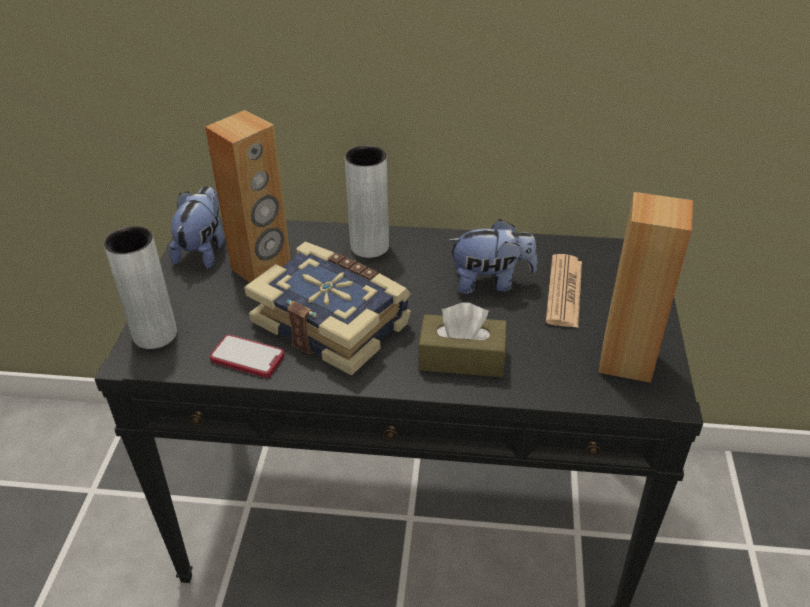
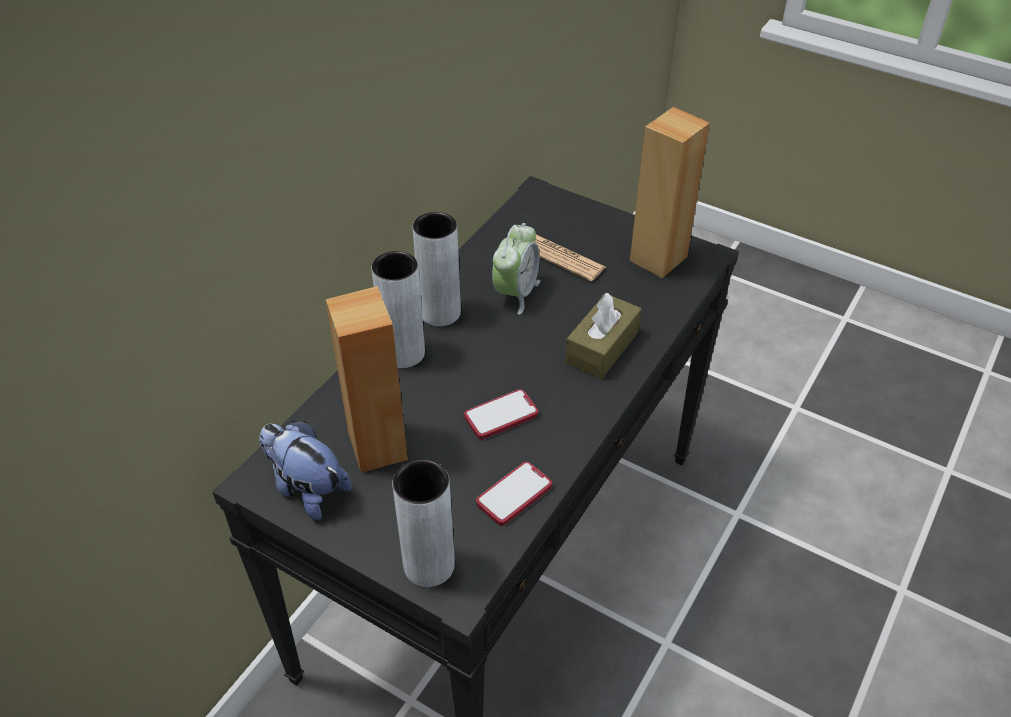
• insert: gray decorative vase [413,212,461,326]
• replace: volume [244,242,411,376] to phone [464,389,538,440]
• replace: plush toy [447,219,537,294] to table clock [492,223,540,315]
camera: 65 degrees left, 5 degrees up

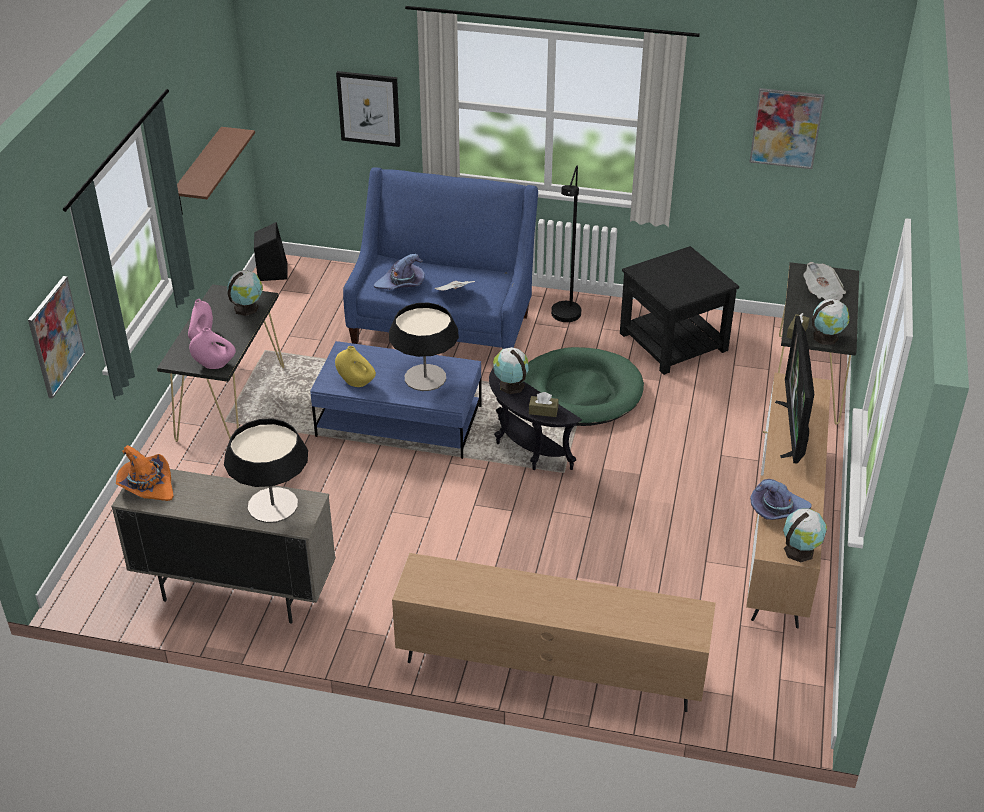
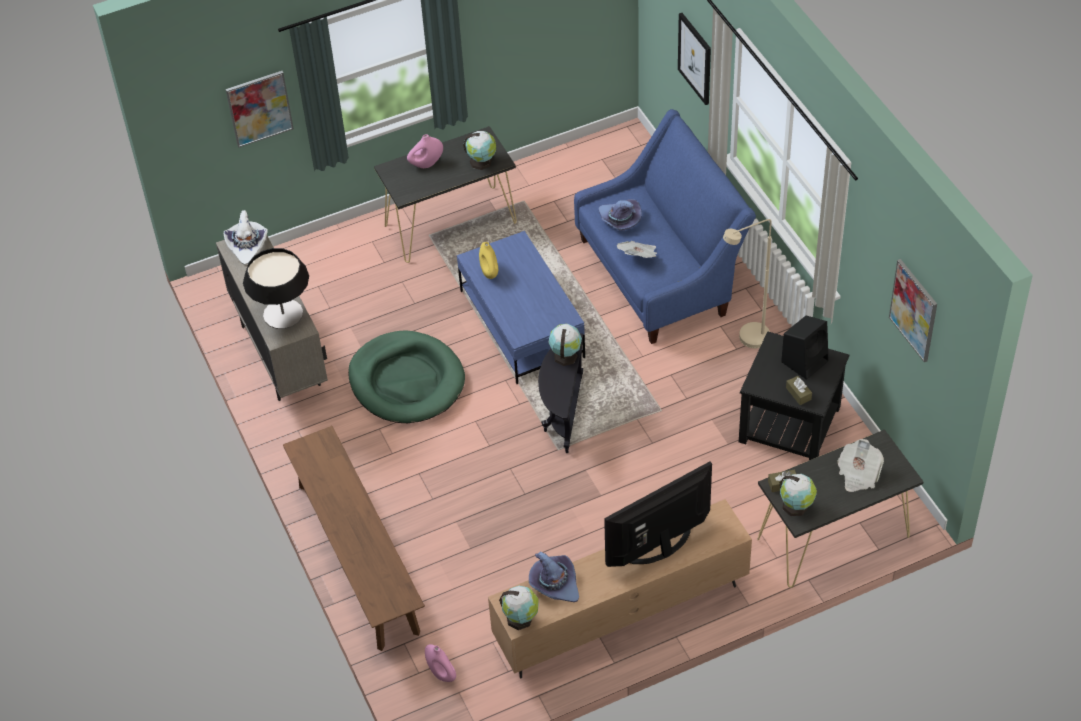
• delete: brownish shelf [177,127,255,215]
• delete: lamp for a table [389,302,459,391]
• move: pinkish decorative vase [189,328,236,369] to [425,644,456,682]
• move: black loudspeaker [254,222,287,281] to [781,316,828,380]
• move: greenish pet bed [524,347,644,426] to [348,330,465,423]
• move: brownish tissue holder [529,392,559,417] to [786,376,812,405]
• replace: brownish media console [392,553,716,712] to brownish long seat [283,426,425,651]
• recolor: orangey clothing hat [116,445,173,501] to whitish clothing hat [224,210,268,265]
• recolor: black standard lamp [551,166,581,322] to sand-coloured standard lamp [723,219,771,348]
camera: 55 degrees right, 10 degrees up

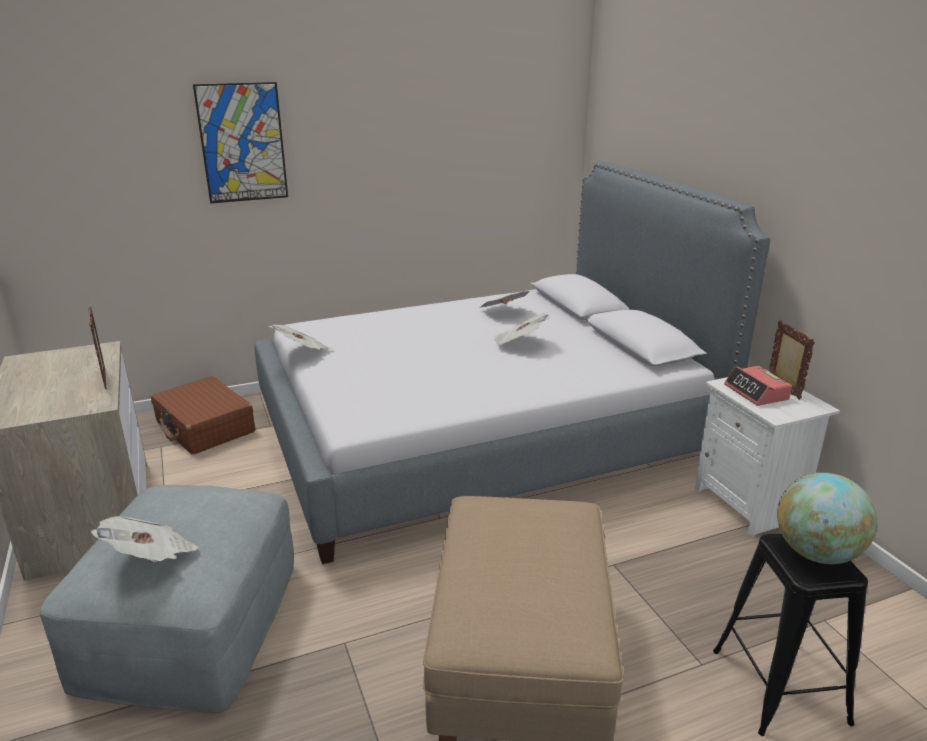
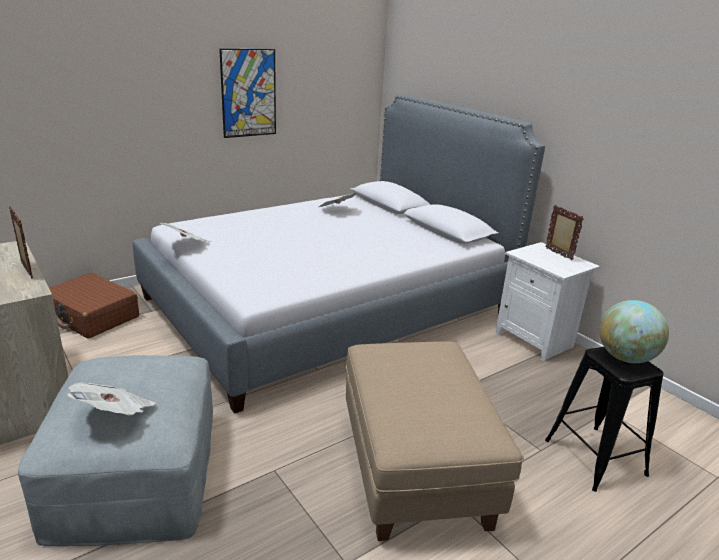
• delete: daily paper [494,313,550,346]
• delete: table clock [724,366,792,406]
• move: wall art [193,82,288,203] to [219,49,276,138]
camera: 15 degrees left, 0 degrees up

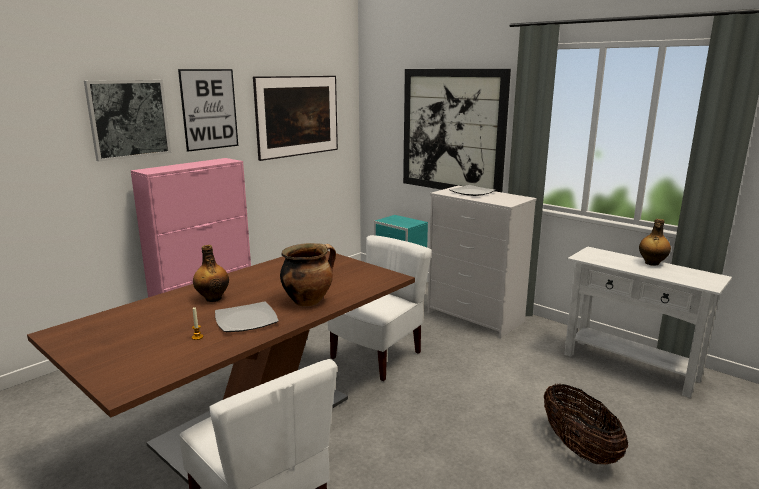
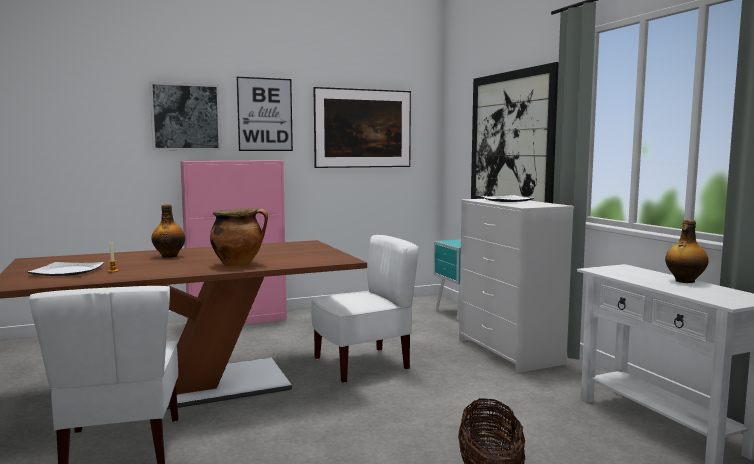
• move: flat dish [215,301,279,332] to [28,262,104,276]
camera: 25 degrees right, 10 degrees down

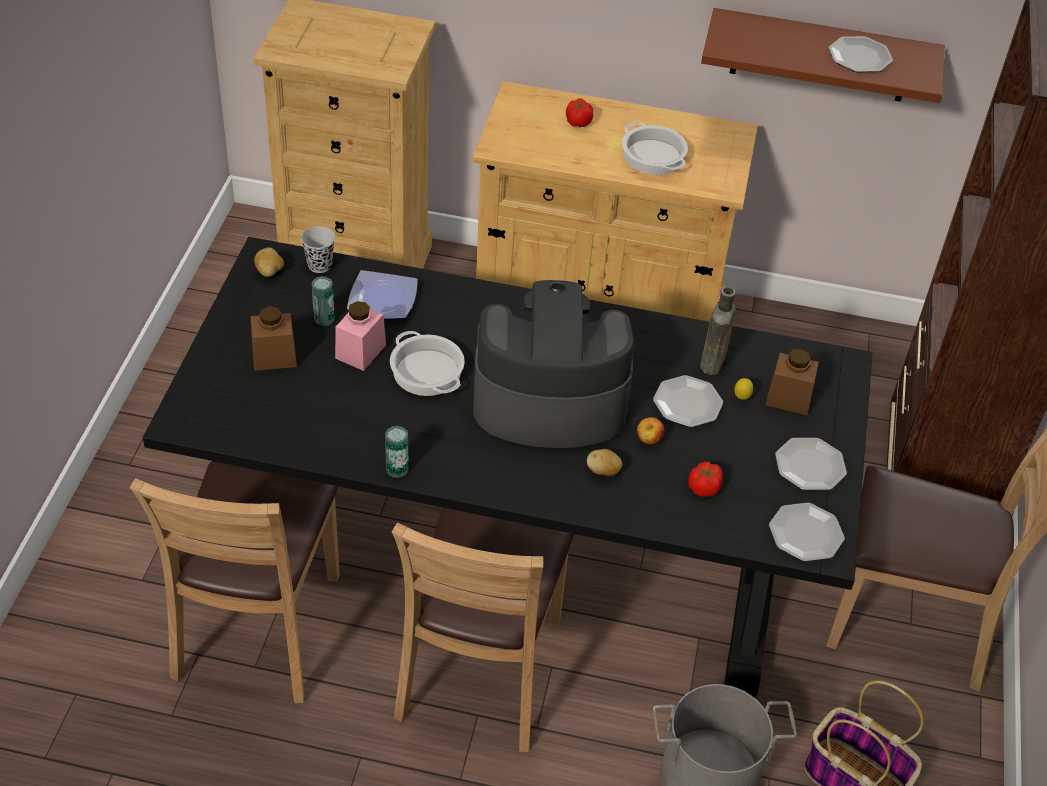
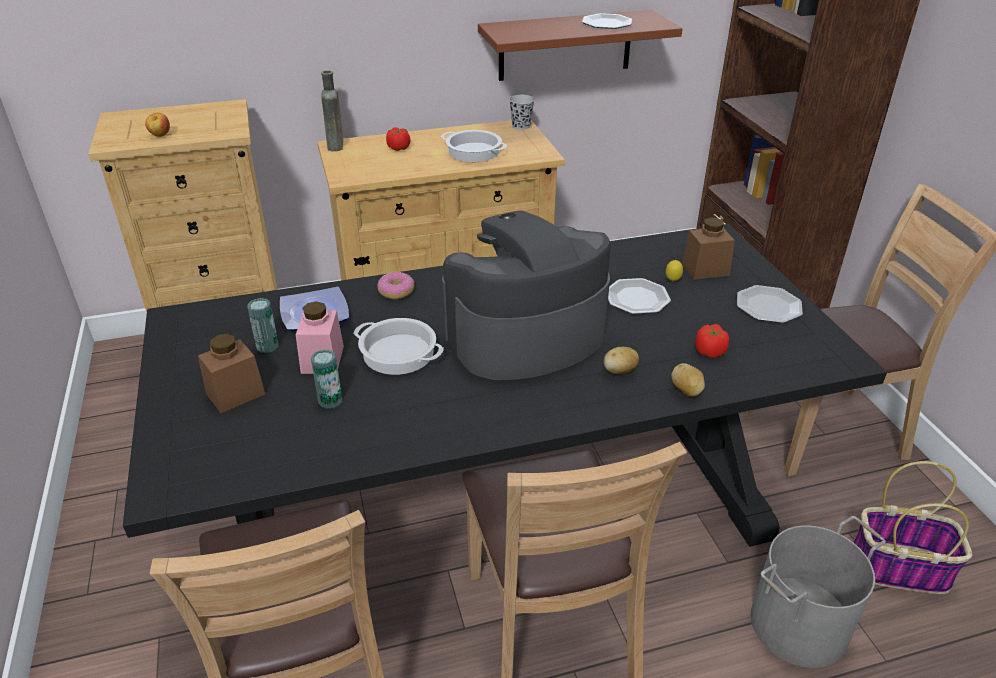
• delete: flat dish [769,503,845,562]
• insert: doughnut [377,272,414,299]
• move: spud [254,247,284,277] to [671,363,705,397]
• move: black cup [301,226,335,273] to [509,95,535,130]
• move: sealed can [385,426,408,478] to [311,350,342,409]
• move: apple fruit [637,417,664,444] to [145,113,170,137]
• move: brownish beverage bottle [700,286,736,375] to [321,70,343,151]
camera: 25 degrees left, 10 degrees down

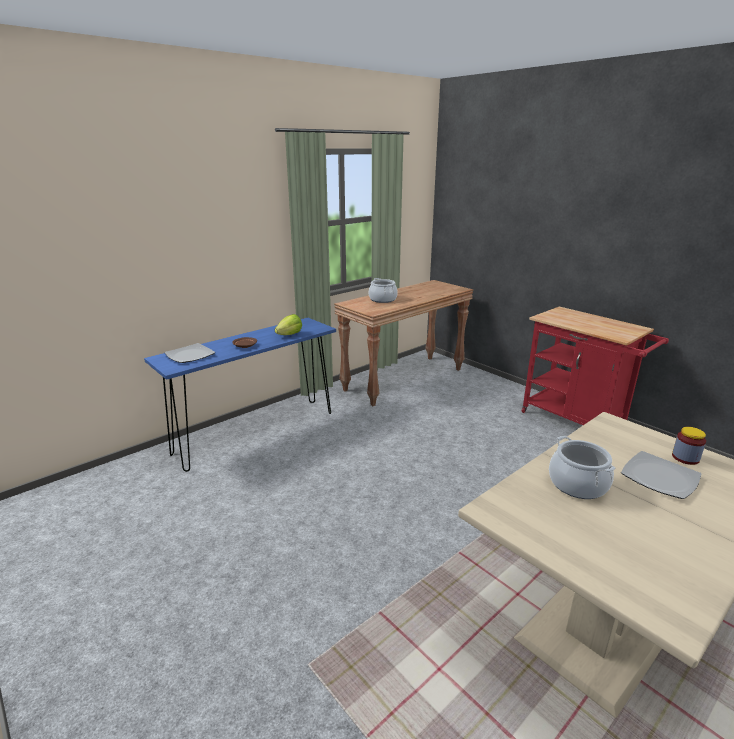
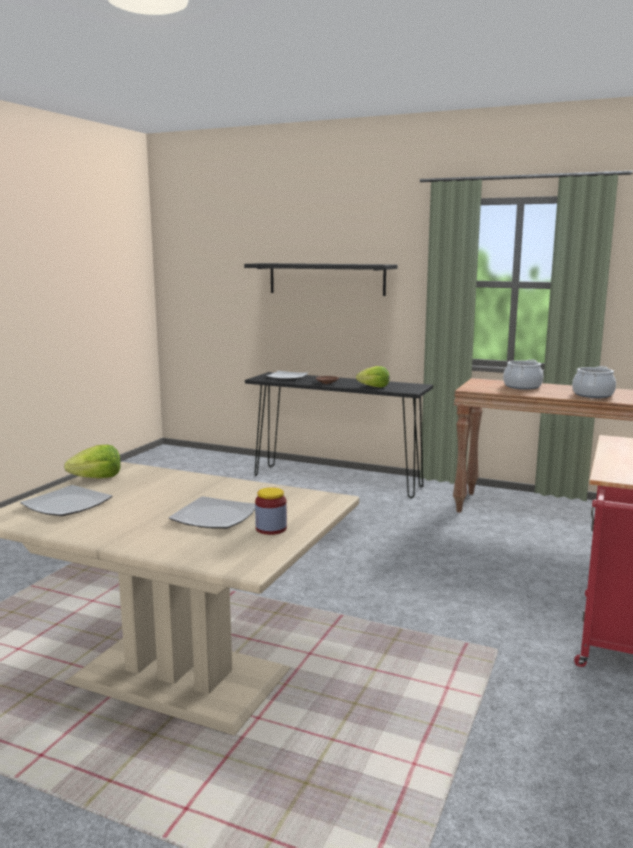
• insert: flat dish [20,485,112,516]
• insert: lettuce head [64,445,121,478]
• insert: black shelf [244,263,397,296]
• move: cooking pot [549,436,615,499] to [572,366,616,398]
• recolor: bluish hall table [144,318,336,472] to black hall table [245,372,433,498]
camera: 65 degrees right, 10 degrees down

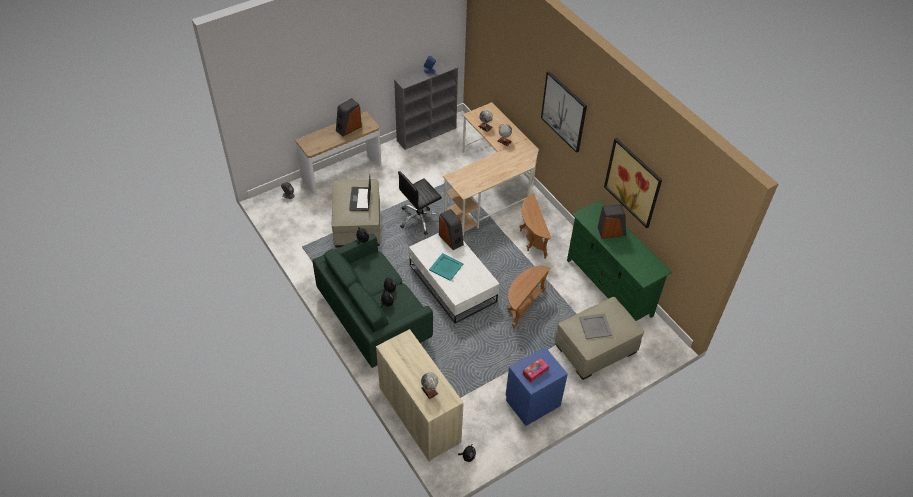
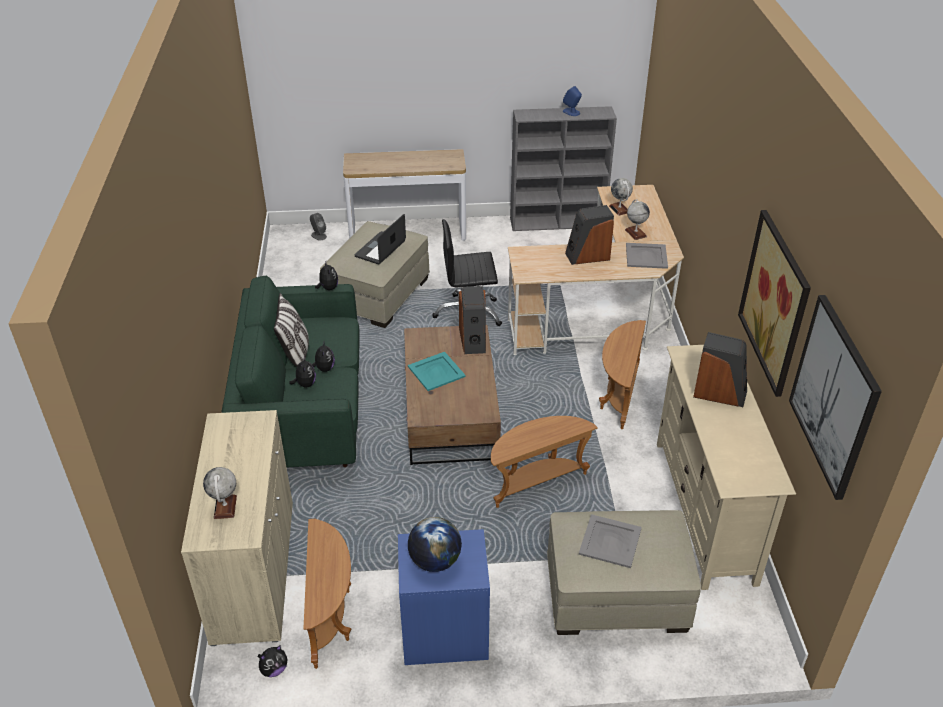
• insert: throw pillow [274,293,309,367]
• insert: brownish accent table [303,519,351,669]
• insert: gray tray [626,243,668,269]
• move: loudspeaker [336,98,362,136] to [565,205,614,265]
• move: wall art [541,71,587,153] to [789,295,882,500]
• replace: tissue holder [523,358,549,383] to desk globe [408,517,462,572]
• recolor: whitish lounge table [409,233,500,324] to brownish lounge table [404,325,501,465]
• recolor: greenish media console [567,200,672,321] to sand-coloured media console [657,345,796,590]
camera: 30 degrees right, 10 degrees down

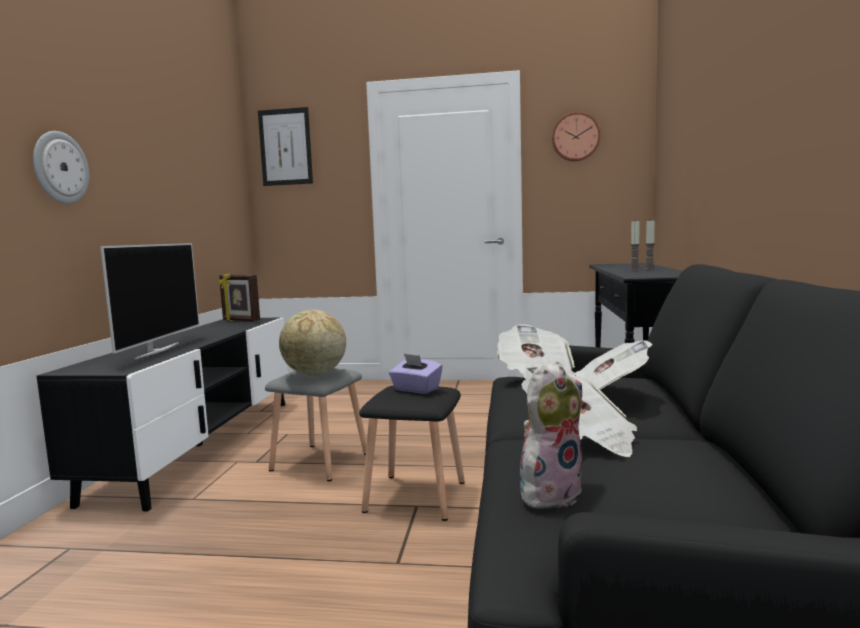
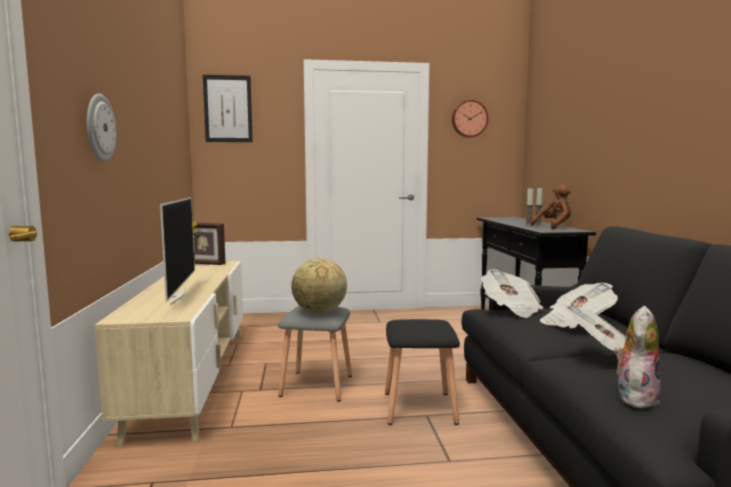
• delete: purplish tissue holder [389,354,443,394]
• insert: brownish plush toy [531,185,571,229]
• recolor: black media console [37,317,288,511] to sand-coloured media console [95,261,243,447]
camera: 15 degrees left, 0 degrees up

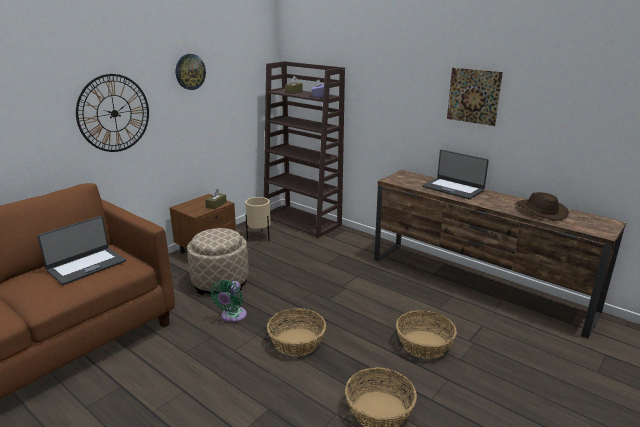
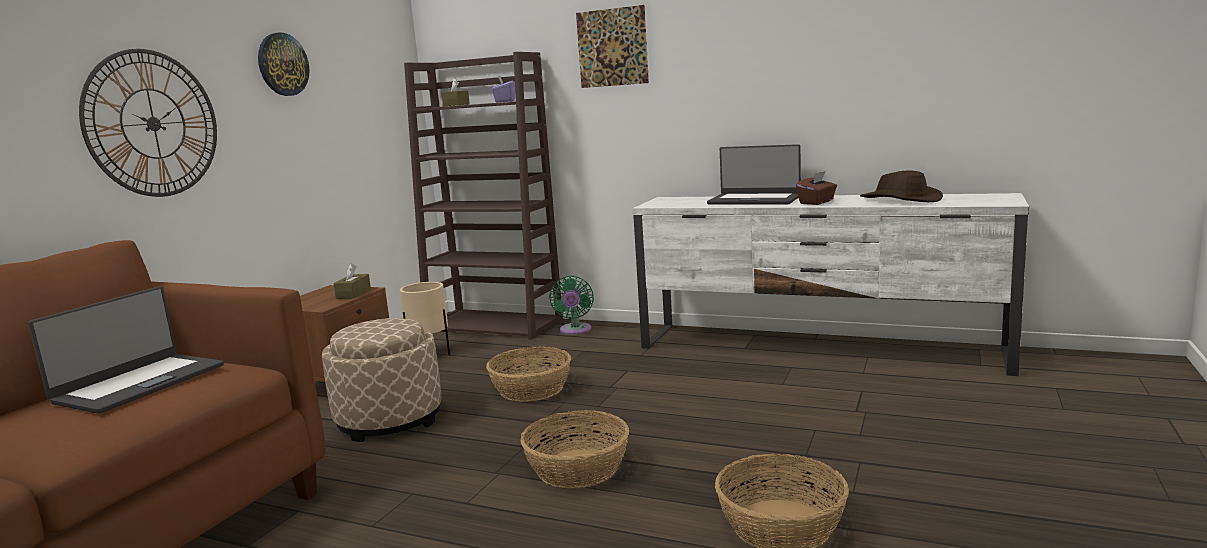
• insert: brownish tissue holder [796,171,837,205]
• move: greenish fan [210,280,247,323] to [549,276,594,335]
• move: household basket [396,310,457,359] to [486,346,571,402]
• move: wall art [447,68,503,126] to [576,5,649,88]
• recolor: brownish media console [374,170,627,339] to whitish media console [632,193,1029,376]
camera: 15 degrees left, 10 degrees down

